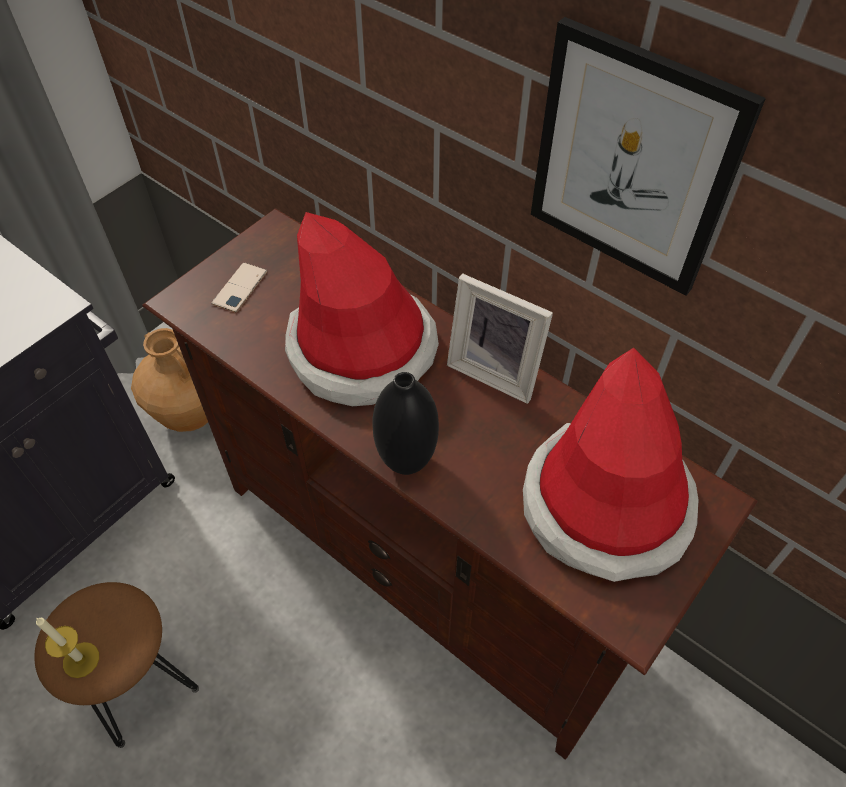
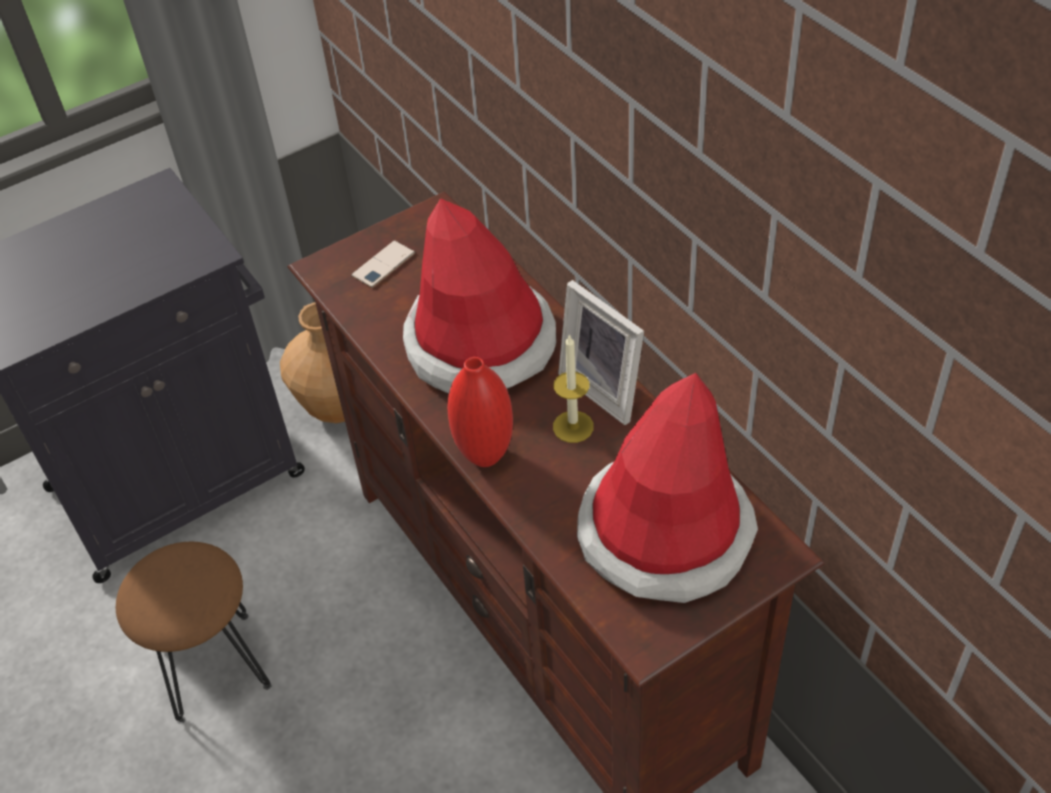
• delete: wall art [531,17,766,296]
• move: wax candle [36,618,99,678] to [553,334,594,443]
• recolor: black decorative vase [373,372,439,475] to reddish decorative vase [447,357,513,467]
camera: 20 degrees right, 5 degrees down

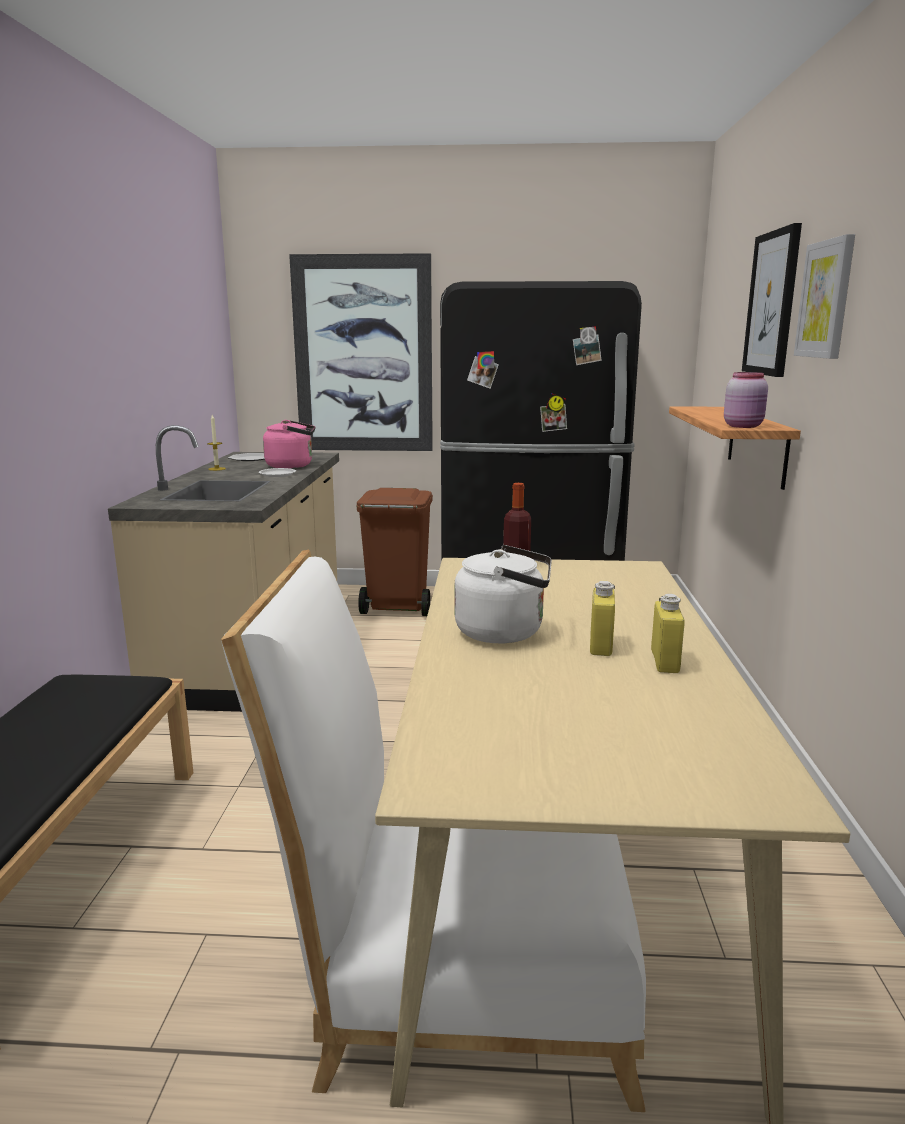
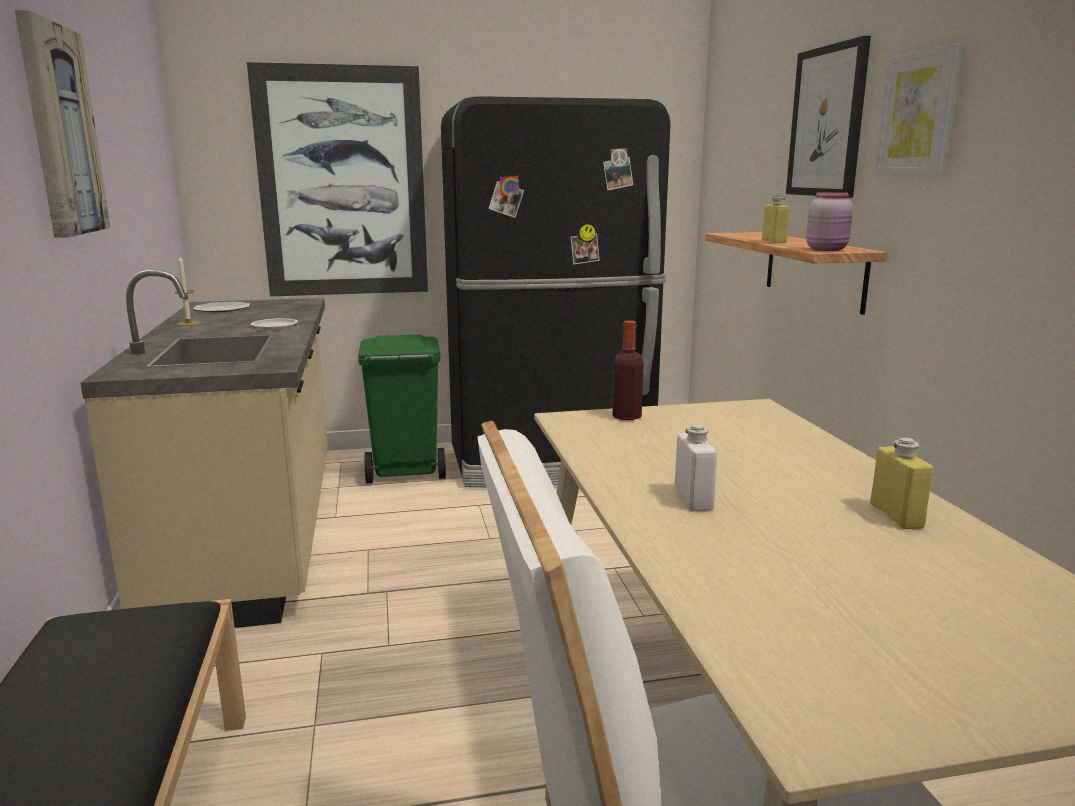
• delete: pinkish kettle [263,420,315,469]
• insert: wall art [15,10,111,238]
• move: yellow-coloured beverage bottle [590,581,615,656] to [762,195,790,243]
• replace: whitish kettle [454,545,552,643] to whitish beverage bottle [674,424,717,511]
• recolor: brownish trash can [357,488,433,616] to greenish trash can [358,334,446,484]
camera: 15 degrees left, 0 degrees up

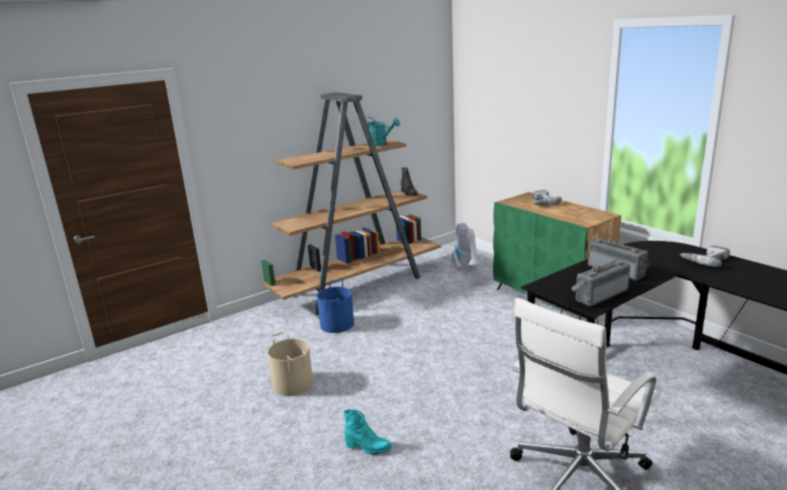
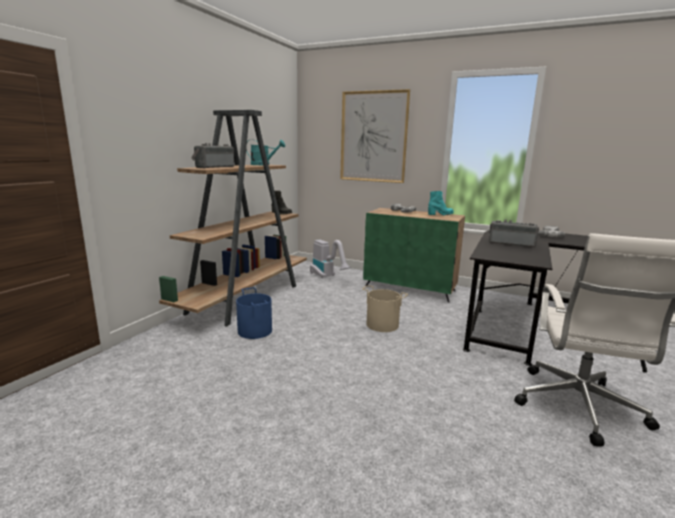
• insert: wall art [340,89,410,183]
• move: sand-coloured pail [267,331,313,396] to [362,285,408,332]
• move: blue-green tall boot [344,409,392,455] to [428,191,454,215]
• move: radio receiver [571,259,630,306] to [191,143,234,168]
camera: 30 degrees left, 5 degrees down

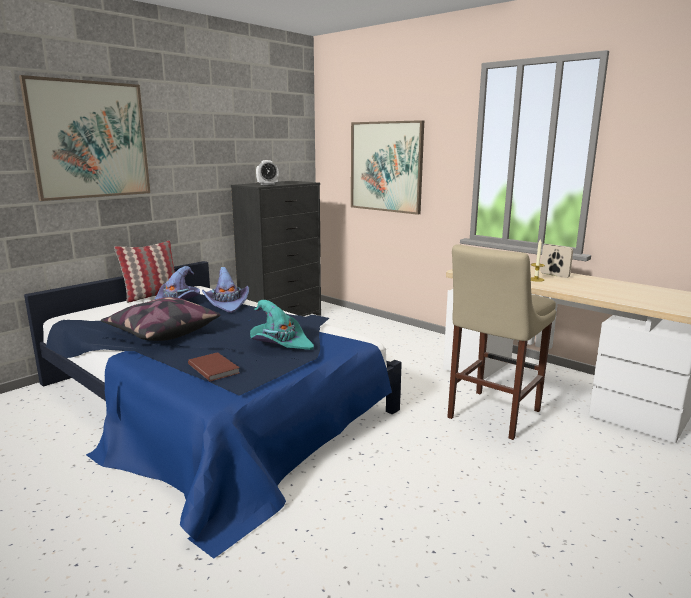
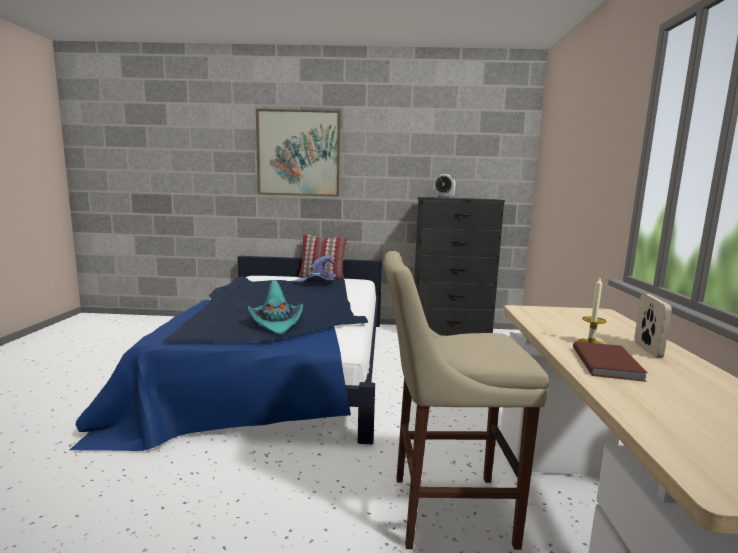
• delete: throw pillow [101,297,220,341]
• delete: purplish clothing hat [202,267,249,313]
• delete: wall art [351,120,424,215]
• move: brownish volume [188,352,240,381] to [573,342,648,382]
camera: 50 degrees right, 5 degrees down

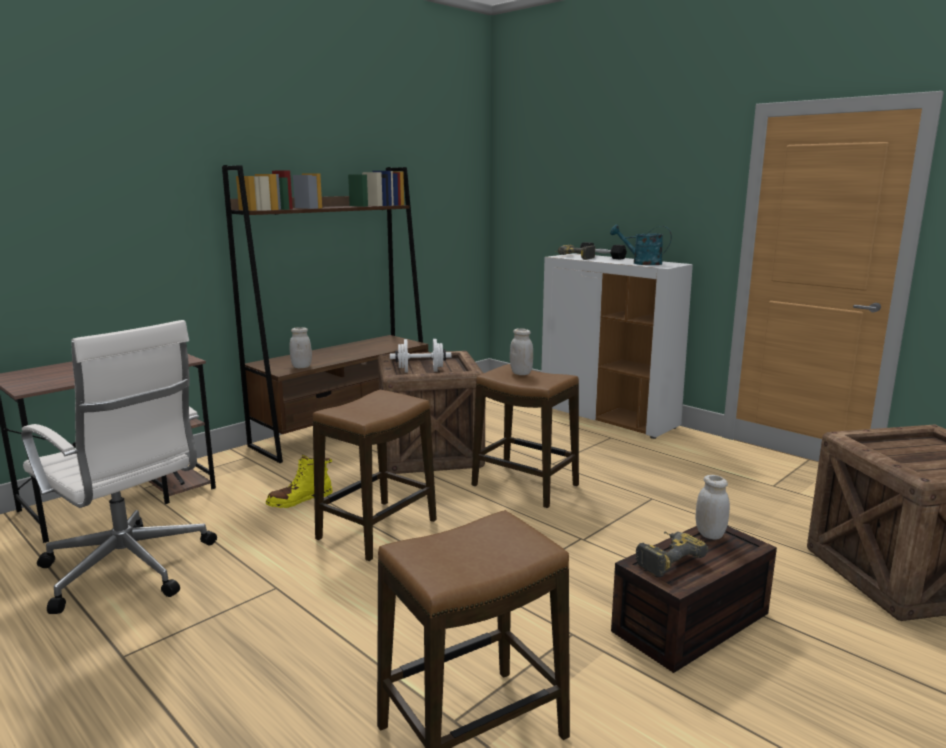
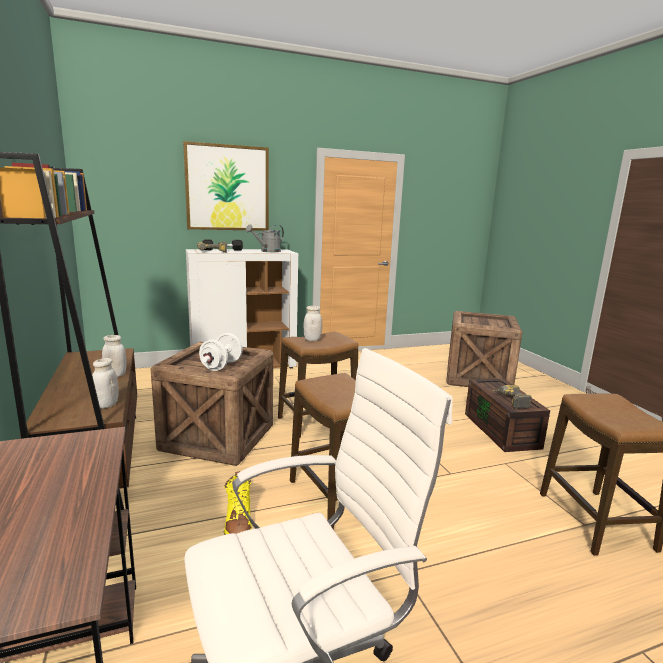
• insert: wall art [183,141,269,231]
• move: whitish jar [696,475,730,540] to [102,335,127,377]
• recolor: blue-green sprinkling can [610,224,672,265] to gray sprinkling can [245,224,284,252]
camera: 65 degrees left, 0 degrees up

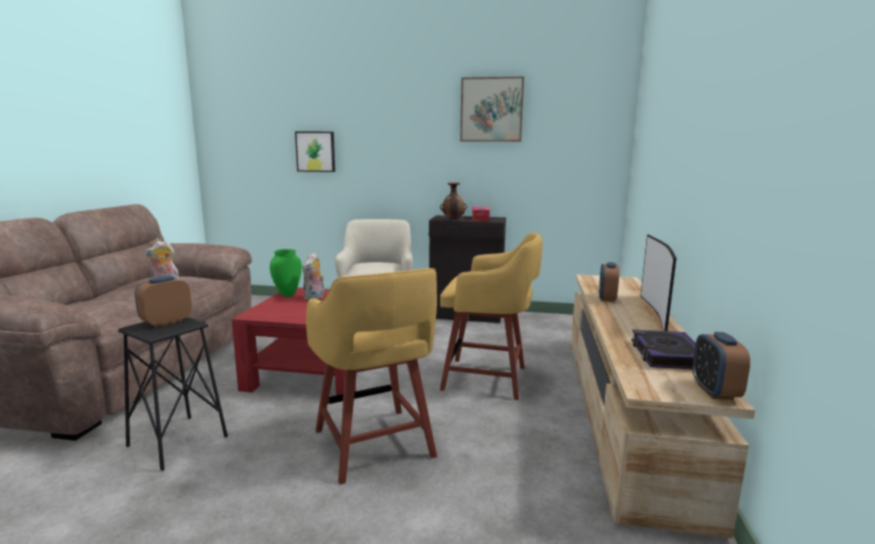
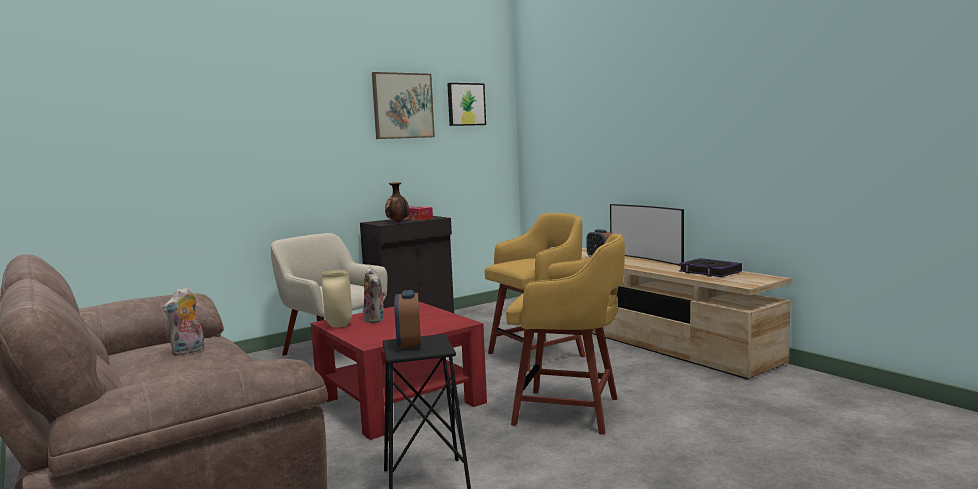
• delete: table clock [692,332,750,400]
• move: wall art [295,132,335,172] to [447,83,486,126]
• recolor: greenish decorative vase [270,249,302,297] to sand-coloured decorative vase [322,270,352,327]
camera: 45 degrees left, 5 degrees down

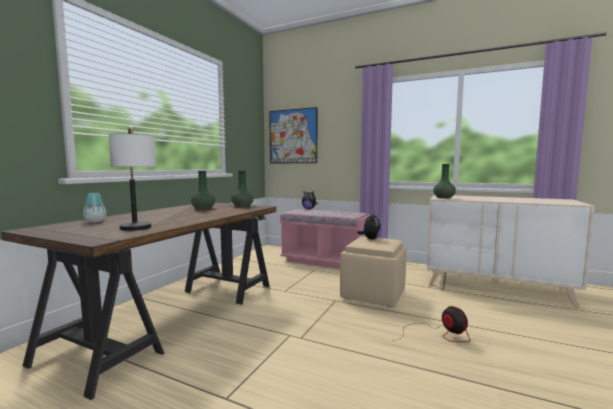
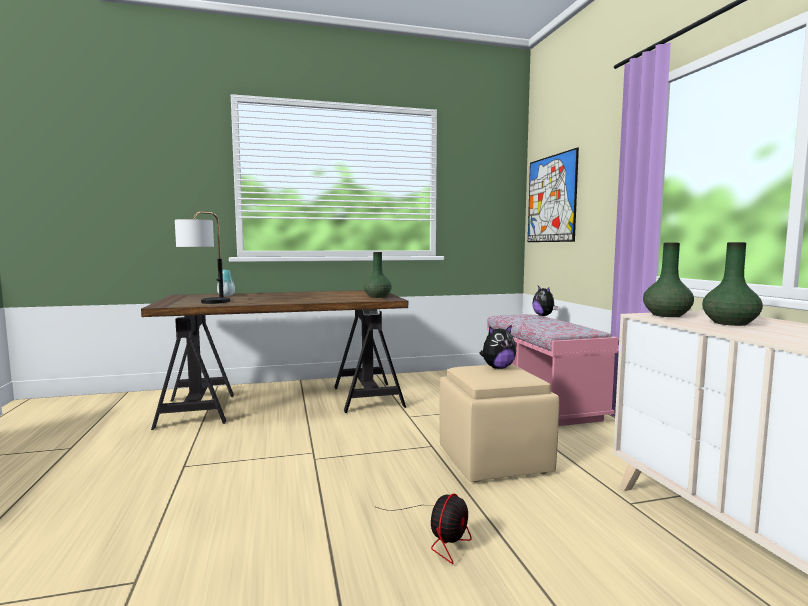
• move: greenish decorative vase [191,171,216,210] to [702,242,763,326]
camera: 50 degrees right, 0 degrees up

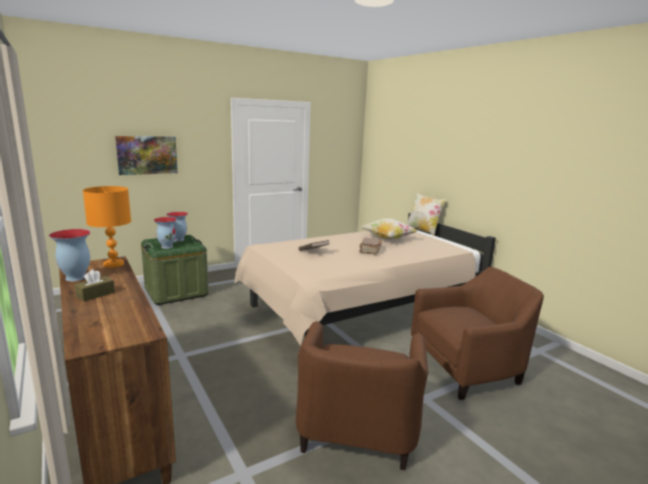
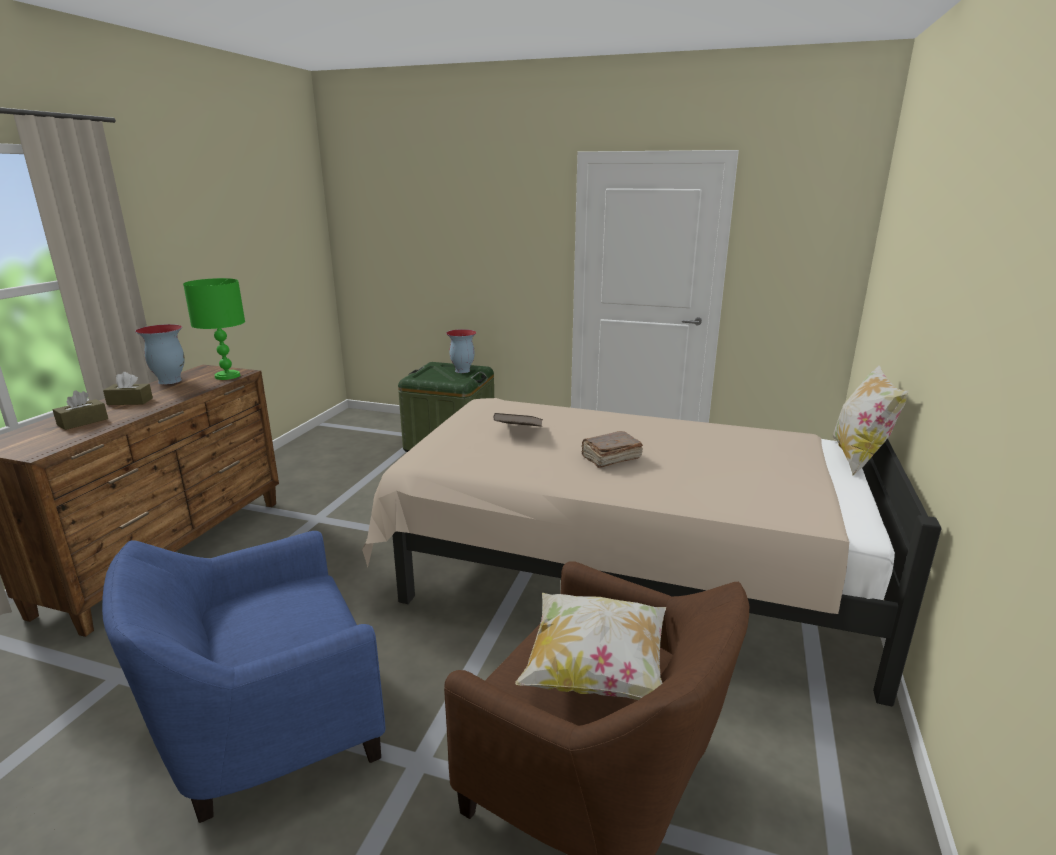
• delete: wall art [115,136,178,175]
• delete: decorative vase [154,217,177,249]
• insert: brownish tissue holder [53,391,108,430]
• move: throw pillow [361,218,418,240] to [515,593,666,700]
• recolor: orangey lamp for a table [83,186,131,268] to greenish lamp for a table [183,278,245,380]
• recolor: brownish lounge chair [296,321,428,470] to bluish lounge chair [102,531,386,823]
camera: 50 degrees right, 5 degrees up

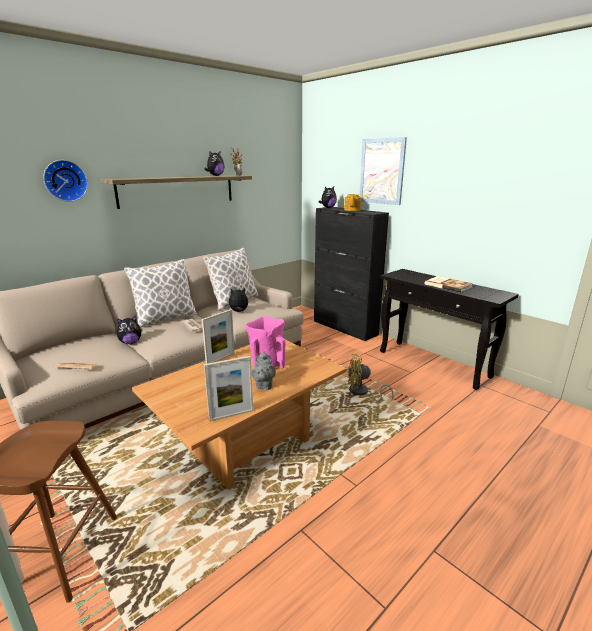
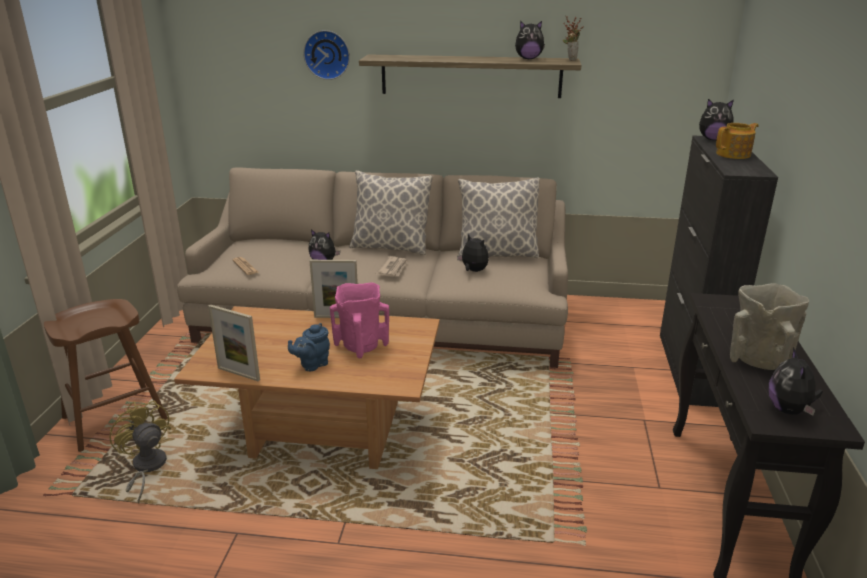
• delete: wall art [359,137,407,205]
• insert: plush toy [769,347,823,416]
• move: yellow-coloured fan [347,354,394,402] to [110,400,171,504]
• replace: volume [425,276,473,293] to sand-coloured decorative vase [730,283,809,370]
• recolor: gray pot for tea [252,351,276,390] to bluish pot for tea [288,323,330,371]
camera: 50 degrees right, 5 degrees up

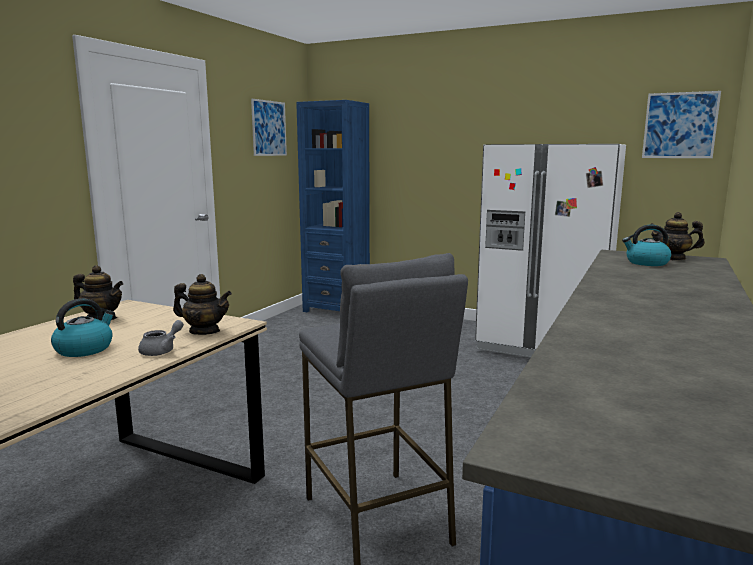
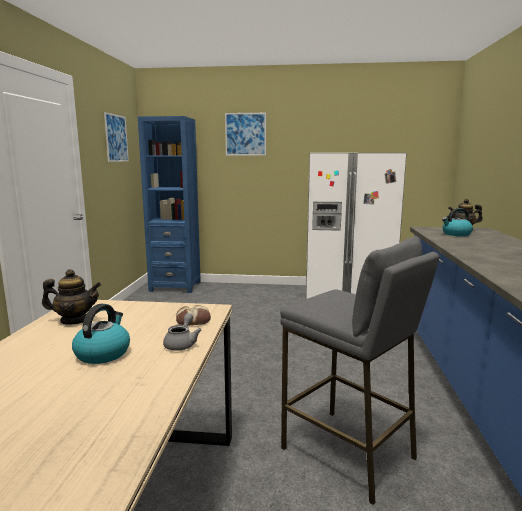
• move: wall art [642,91,721,158] to [225,113,266,155]
• replace: pot for tea [173,274,232,335] to bakery bread [176,305,211,326]
camera: 20 degrees left, 0 degrees up

